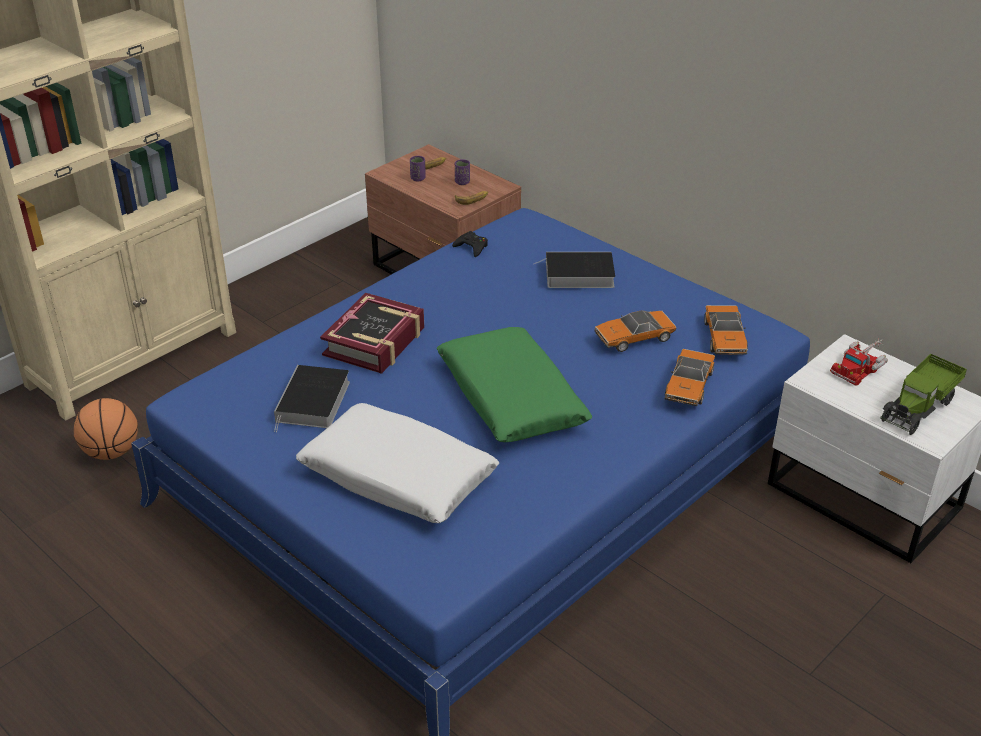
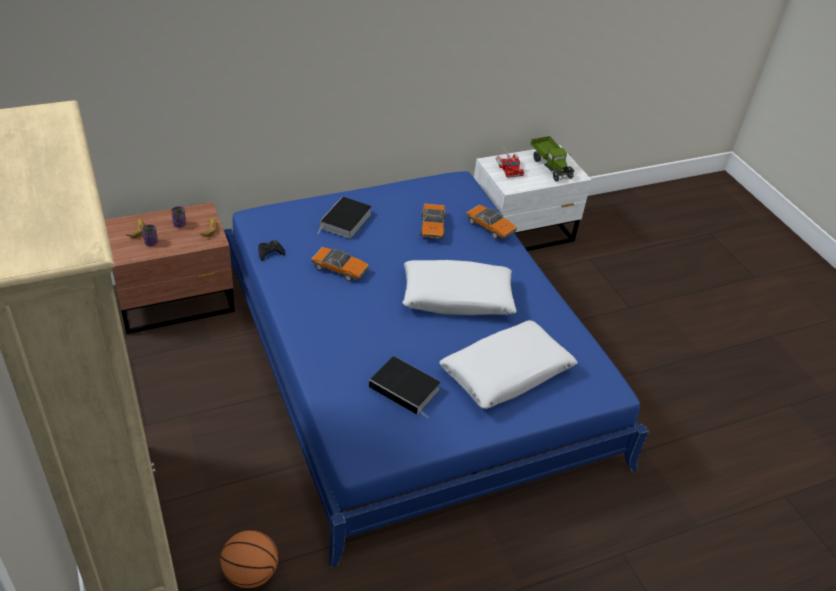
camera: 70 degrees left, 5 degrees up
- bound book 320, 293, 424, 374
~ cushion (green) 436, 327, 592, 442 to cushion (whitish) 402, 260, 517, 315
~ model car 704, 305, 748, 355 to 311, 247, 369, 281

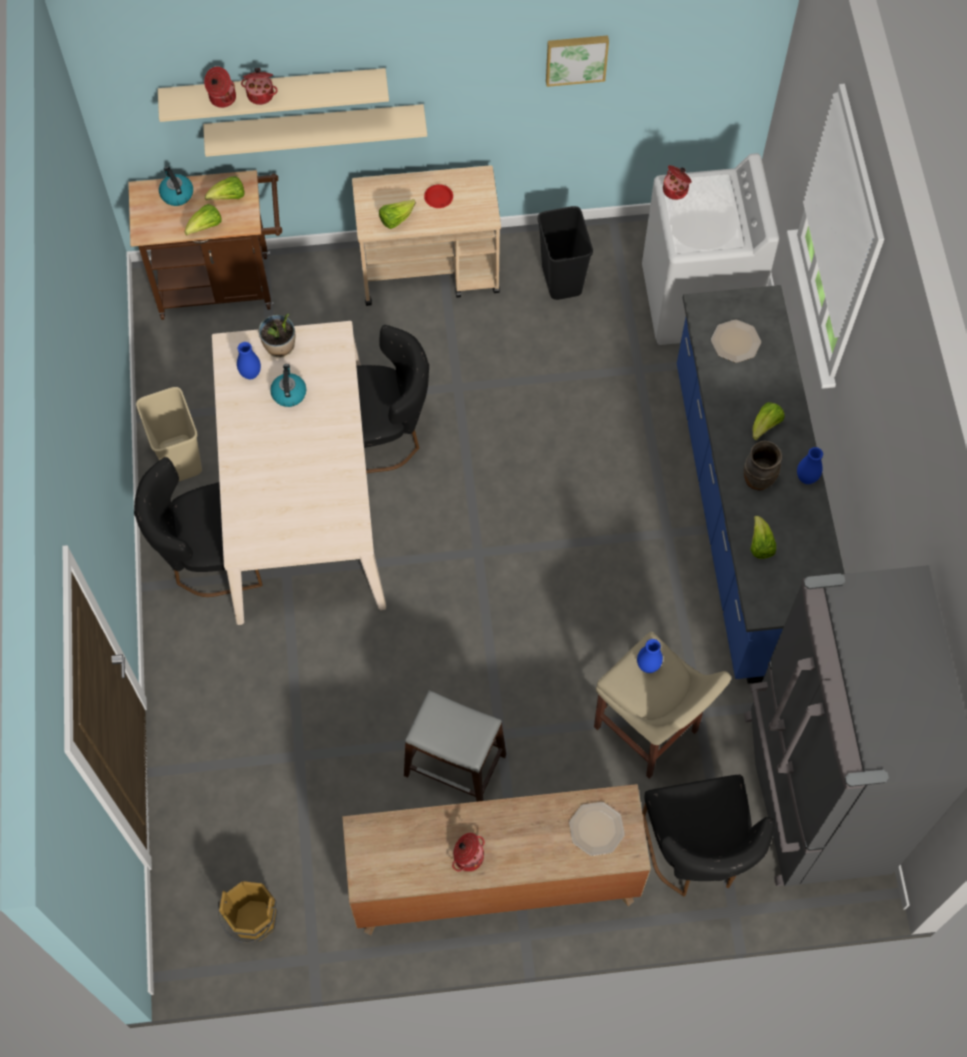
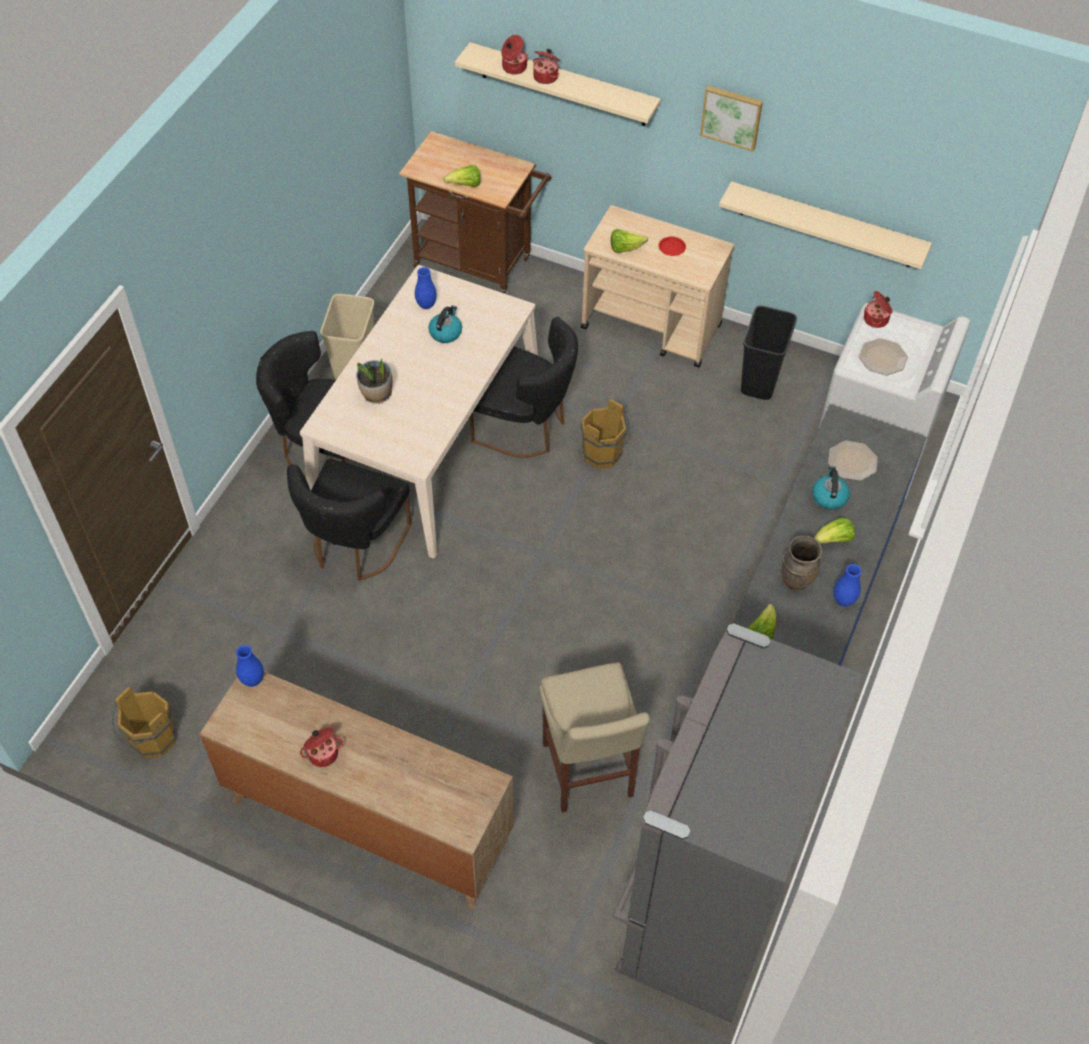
camera: 30 degrees right, 10 degrees down
~ kettle 159, 166, 193, 206 to 812, 466, 850, 510
~ shelf (sand-coloured) 203, 104, 427, 157 to 719, 181, 932, 269
- lettuce 205, 176, 245, 200
~ potted plant 258, 314, 295, 358 to 356, 359, 392, 404
- stool (greyish) 404, 690, 506, 802
~ wall art 546, 35, 609, 87 to 700, 85, 763, 151
~ flat dish 569, 802, 625, 856 to 859, 338, 908, 375
~ vase (blue) 637, 639, 663, 673 to 236, 645, 264, 687
~ chair (black) 642, 775, 775, 897 to 287, 459, 411, 581
+ water bucket (brown) 580, 399, 631, 469

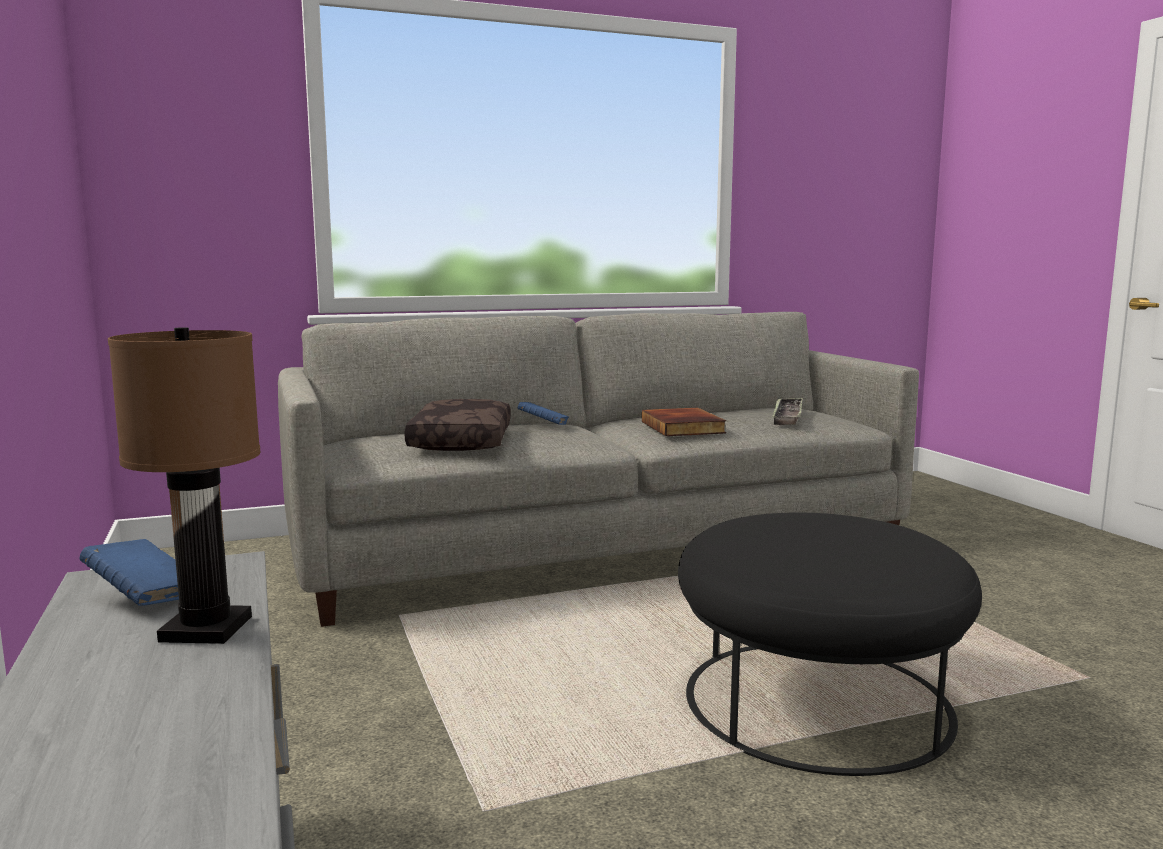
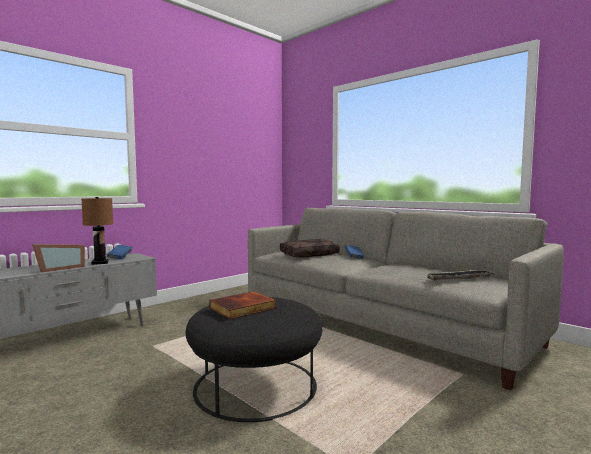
camera: 65 degrees right, 5 degrees down
~ bound book 642, 408, 726, 436 to 209, 291, 276, 319
+ photo frame 32, 244, 85, 272

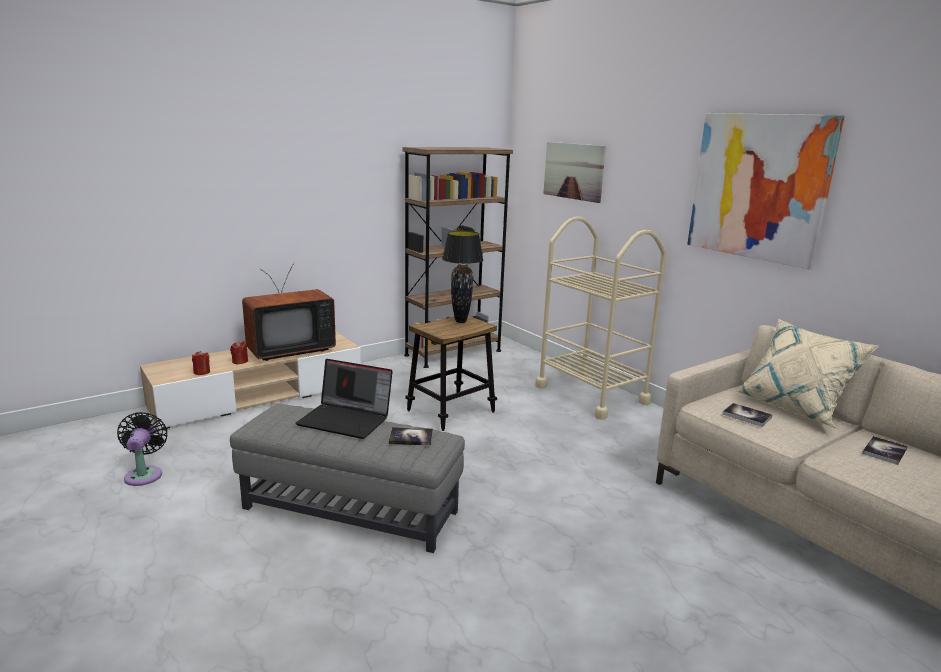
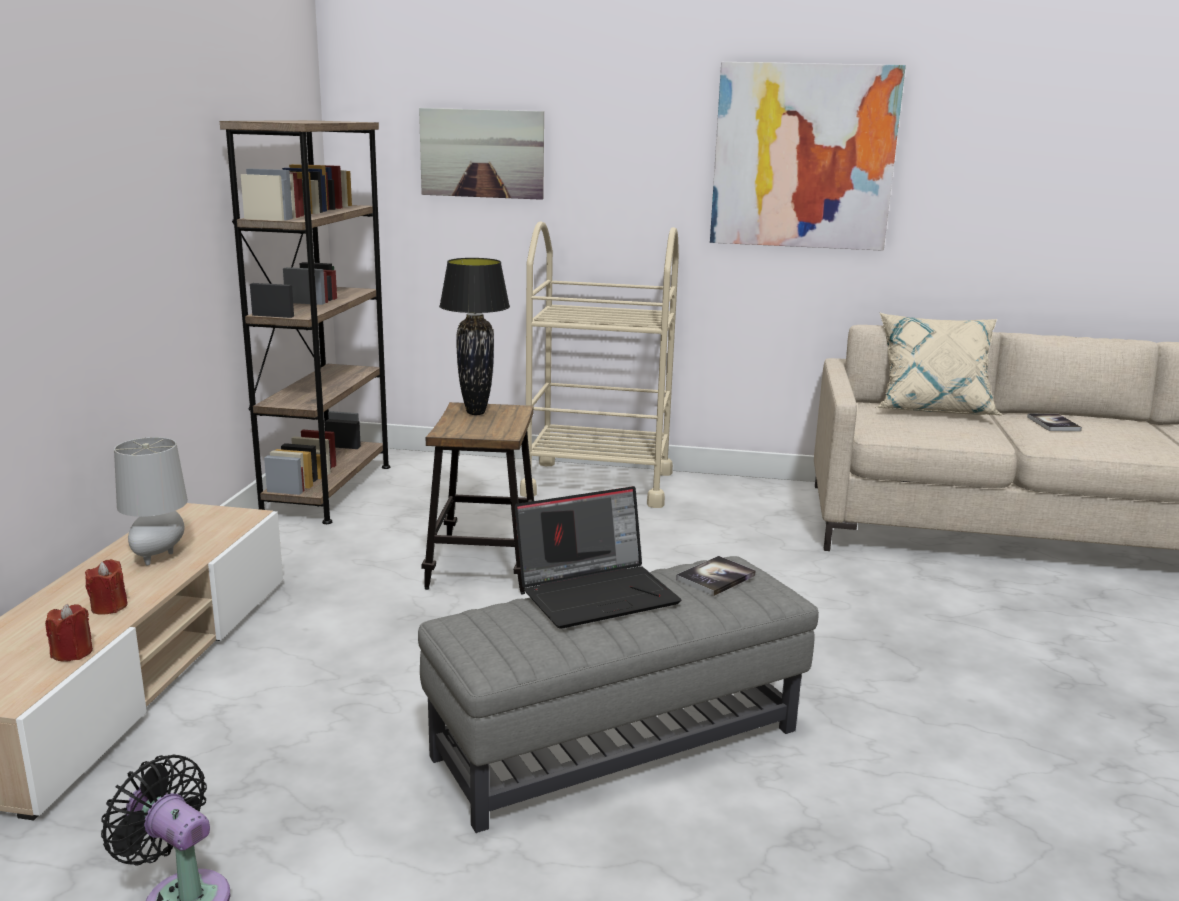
camera: 45 degrees left, 0 degrees up
~ television 242, 262, 336, 361 to lamp for a table (greyish) 114, 437, 188, 566
- bound book 722, 403, 772, 427

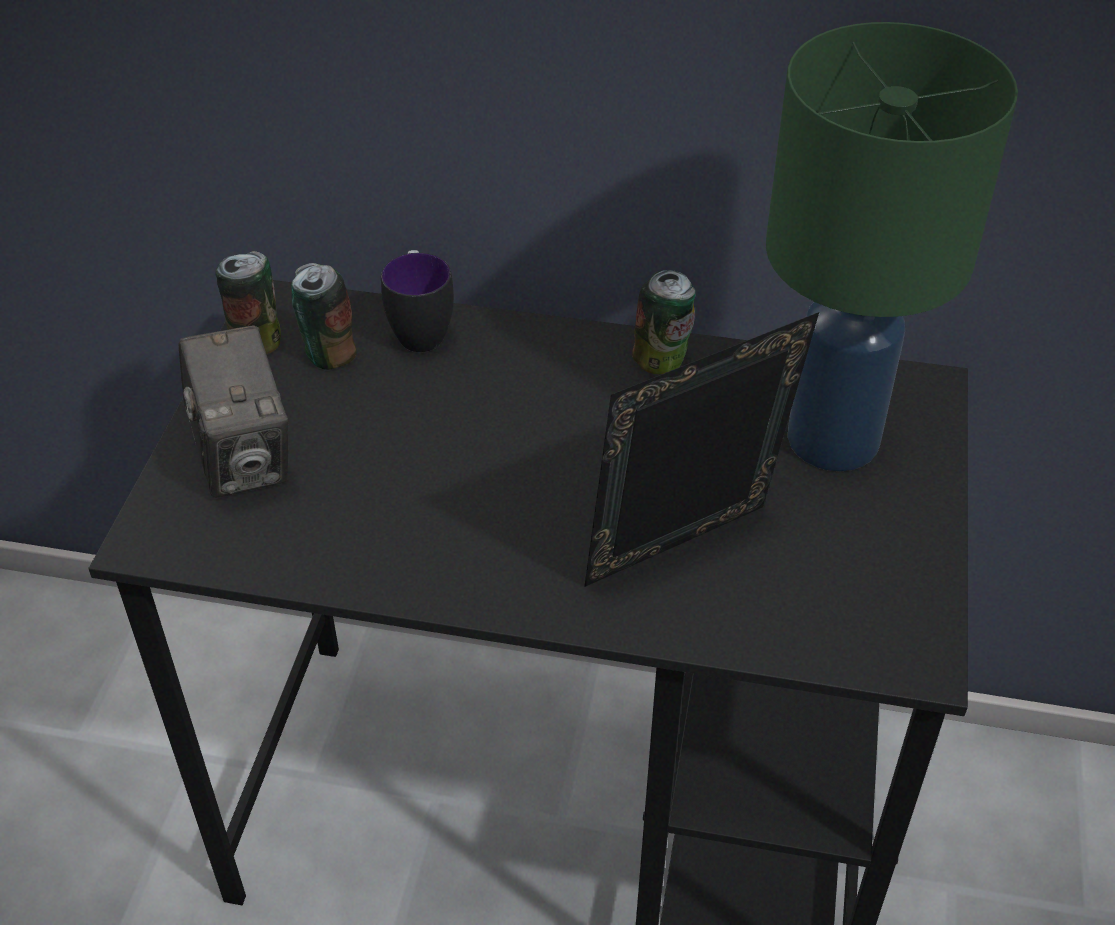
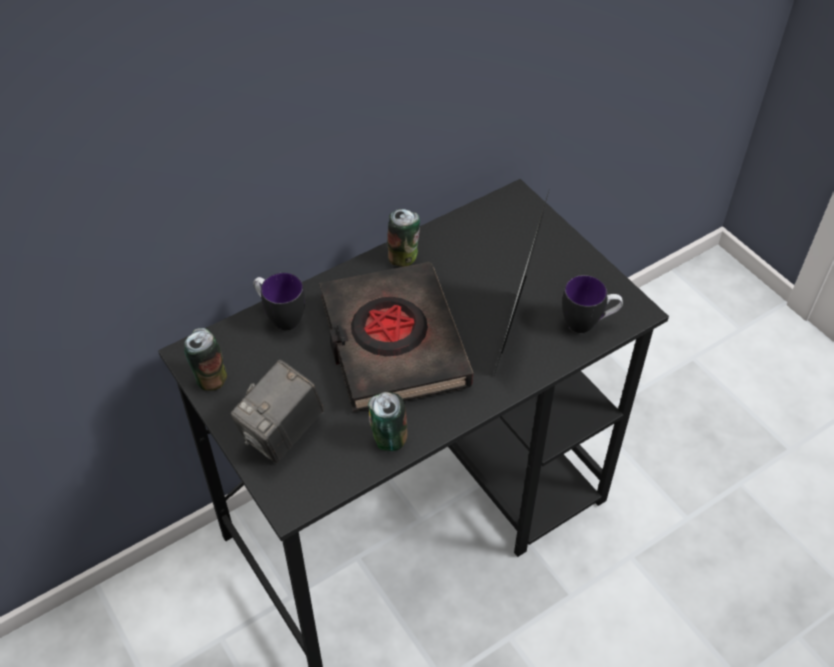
camera: 45 degrees left, 5 degrees up
~ photo camera 178, 325, 288, 498 = 230, 360, 324, 463 105 degrees clockwise
~ can 291, 263, 357, 370 to 368, 392, 407, 451
- lamp for a table (green) 766, 22, 1018, 471
+ bound book (black) 320, 262, 473, 412
+ tea mug 562, 275, 623, 333

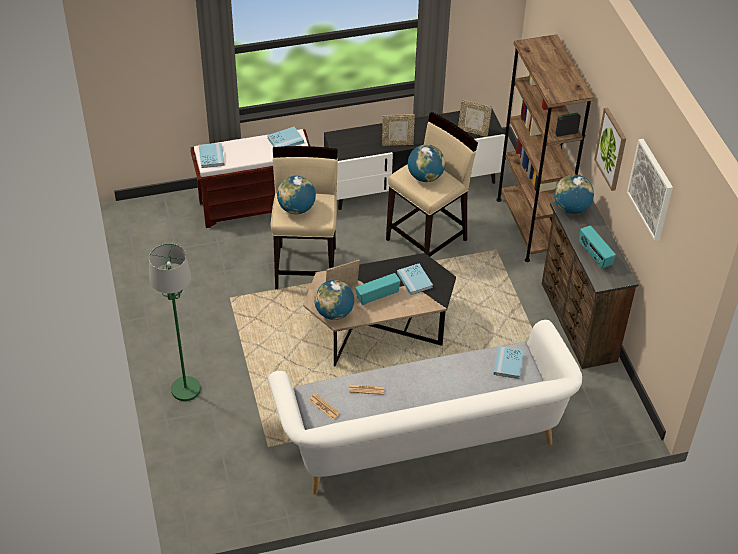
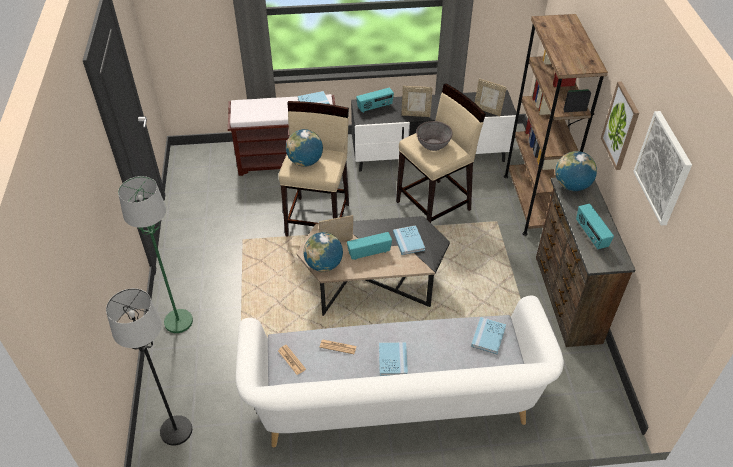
camera: 10 degrees right, 0 degrees up
~ bound book (blue) 199, 143, 225, 168 to 379, 342, 408, 376
~ desk globe 408, 144, 445, 182 to deep dish (greyish) 416, 121, 453, 151
+ standing lamp (black) 106, 288, 192, 446
+ radio 356, 87, 394, 113

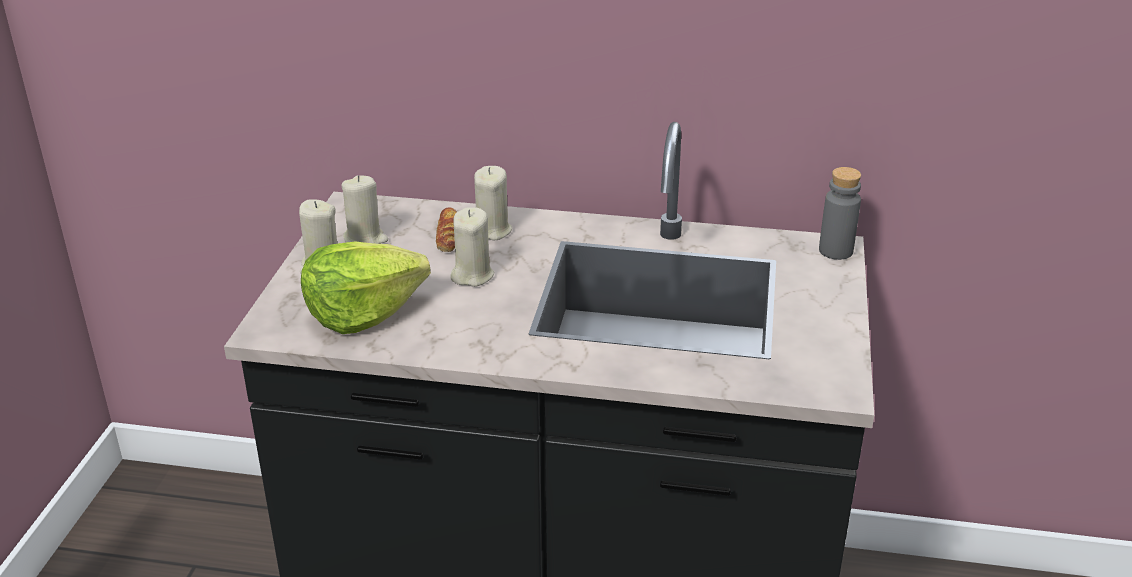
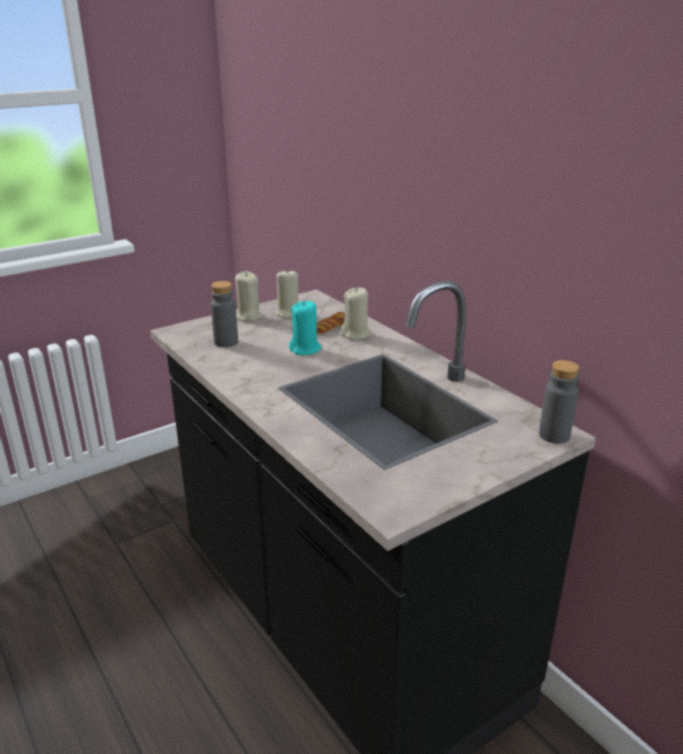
camera: 45 degrees right, 5 degrees down
~ lettuce 301, 241, 431, 334 to drink bottle (greyish) 211, 281, 238, 347
~ wax candle (sand-coloured) 450, 207, 494, 287 to wax candle (turquoise) 289, 301, 322, 355

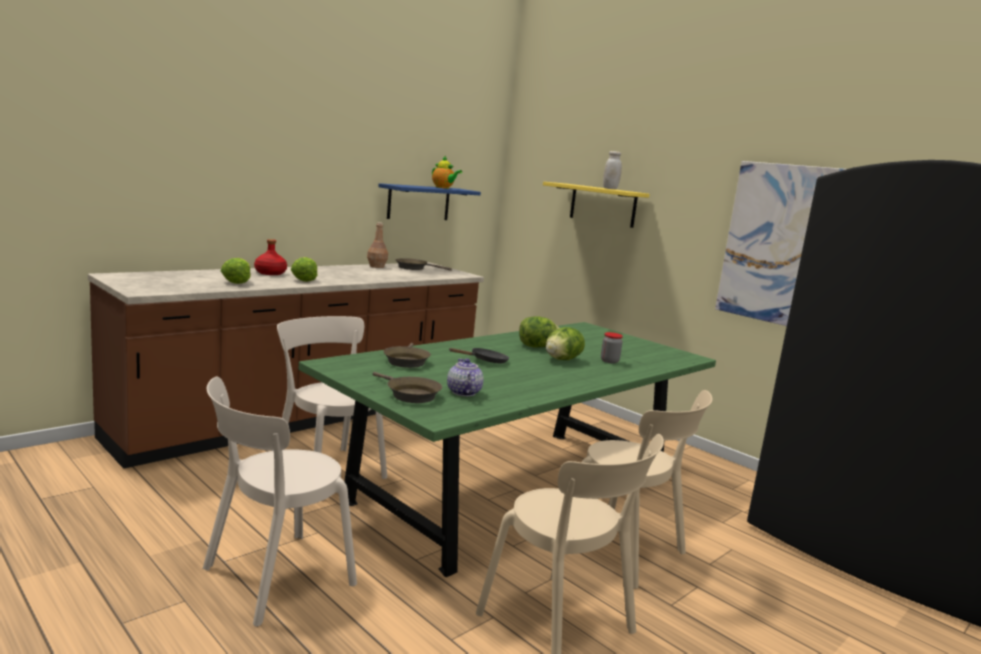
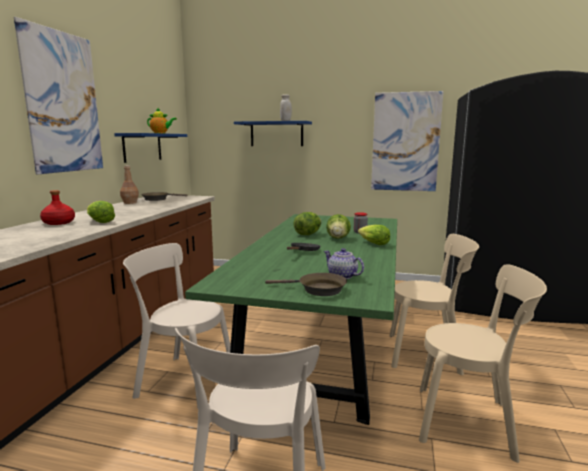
camera: 30 degrees left, 0 degrees up
~ lettuce 221, 258, 251, 284 to 358, 225, 390, 245
- skillet (brown) 383, 343, 431, 368
~ shelf (yellow) 543, 182, 650, 228 to shelf (blue) 234, 121, 312, 146
+ wall art 14, 17, 103, 174

